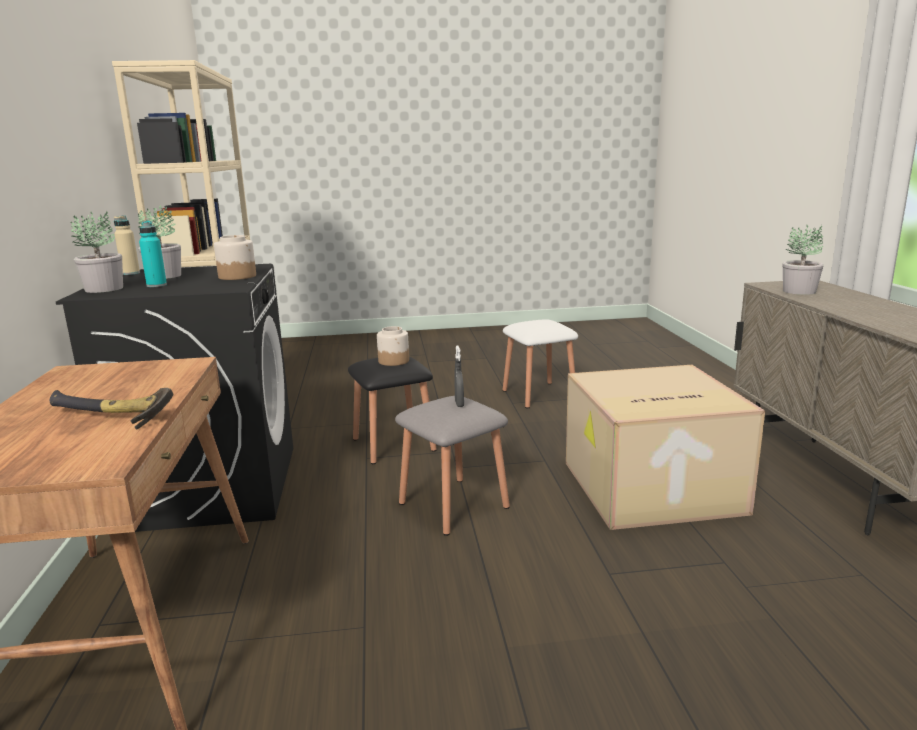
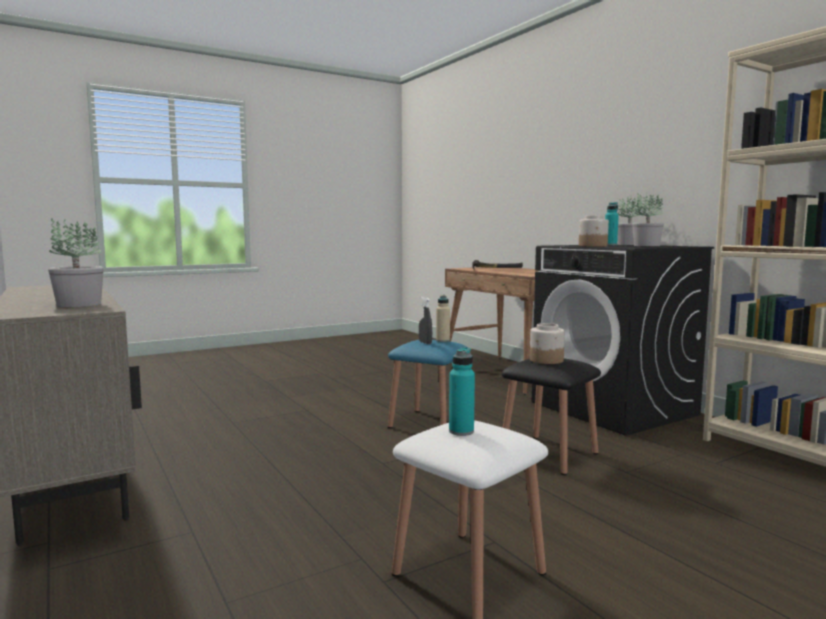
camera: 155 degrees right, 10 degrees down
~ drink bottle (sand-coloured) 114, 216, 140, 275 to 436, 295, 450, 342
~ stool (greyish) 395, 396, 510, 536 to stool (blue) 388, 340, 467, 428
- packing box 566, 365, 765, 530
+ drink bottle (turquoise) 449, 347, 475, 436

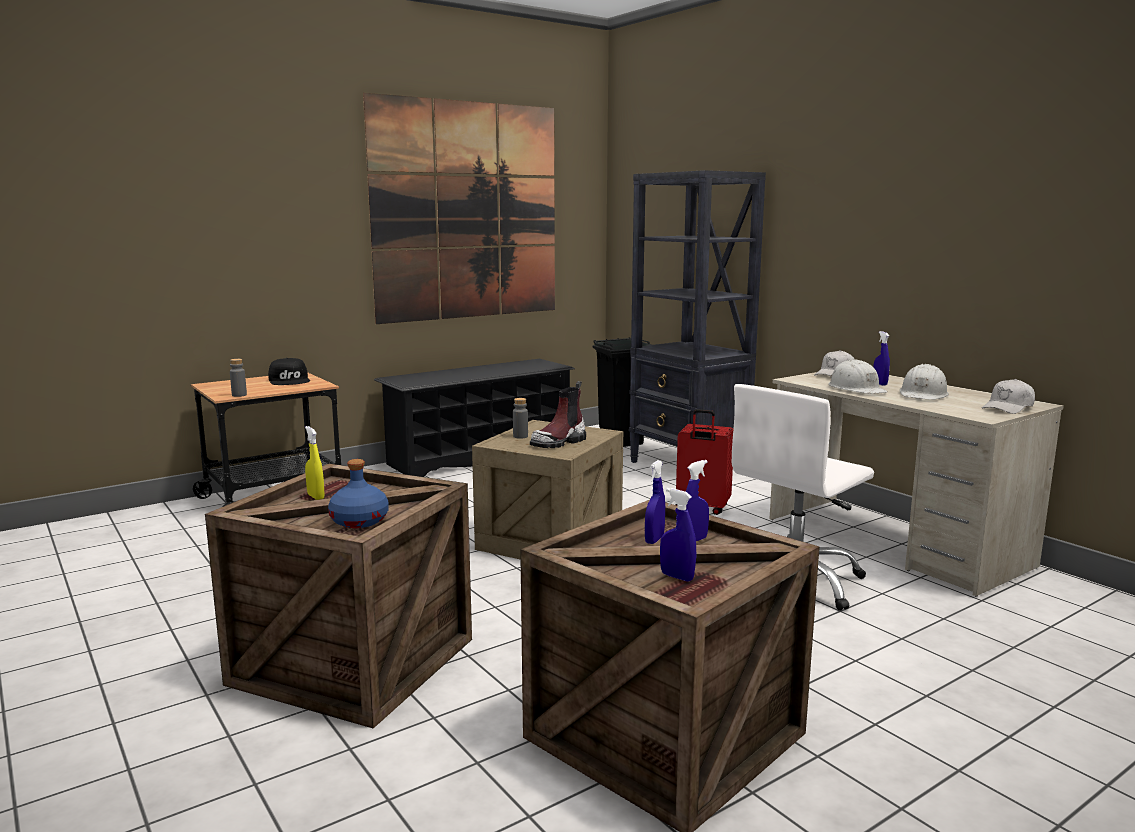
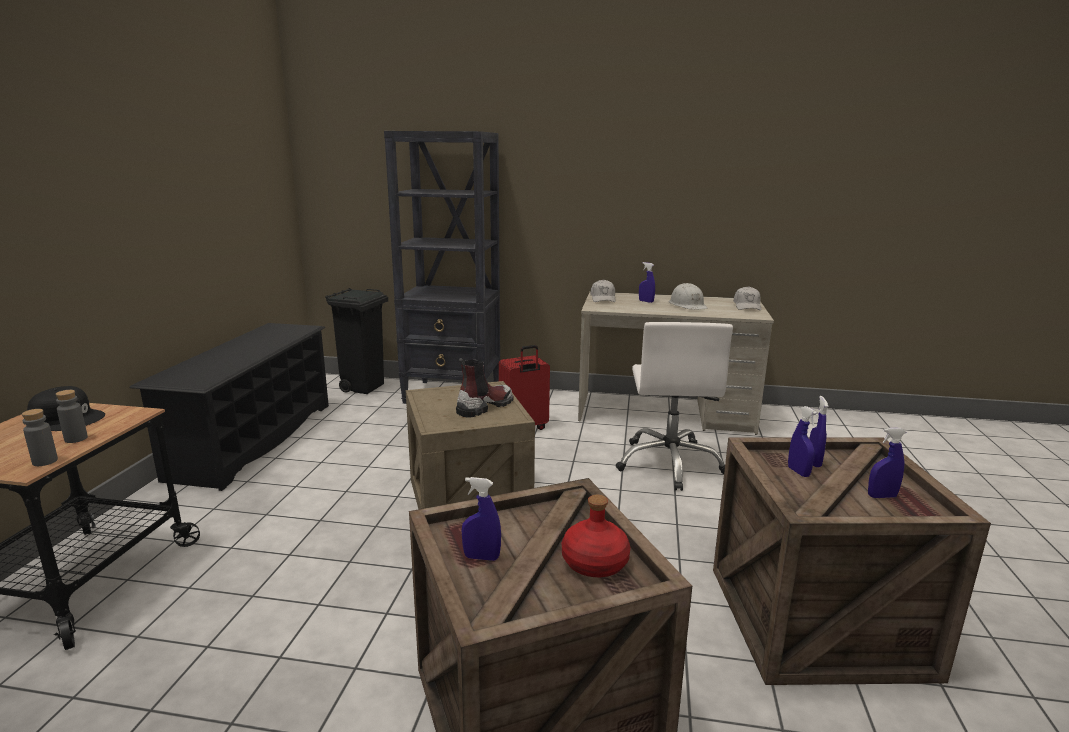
camera: 45 degrees left, 5 degrees up
~ spray bottle (yellow) 305, 426, 324, 500 to spray bottle (blue) 462, 477, 501, 561
~ drink bottle (blue) 328, 459, 388, 528 to drink bottle (red-coloured) 562, 495, 631, 577
- wall art 363, 93, 555, 324
~ drink bottle (greyish) 513, 398, 528, 439 to 55, 390, 88, 443
~ tall boot 530, 381, 586, 448 = 456, 358, 514, 418 135 degrees counterclockwise
- safety helmet (whitish) 828, 359, 888, 394

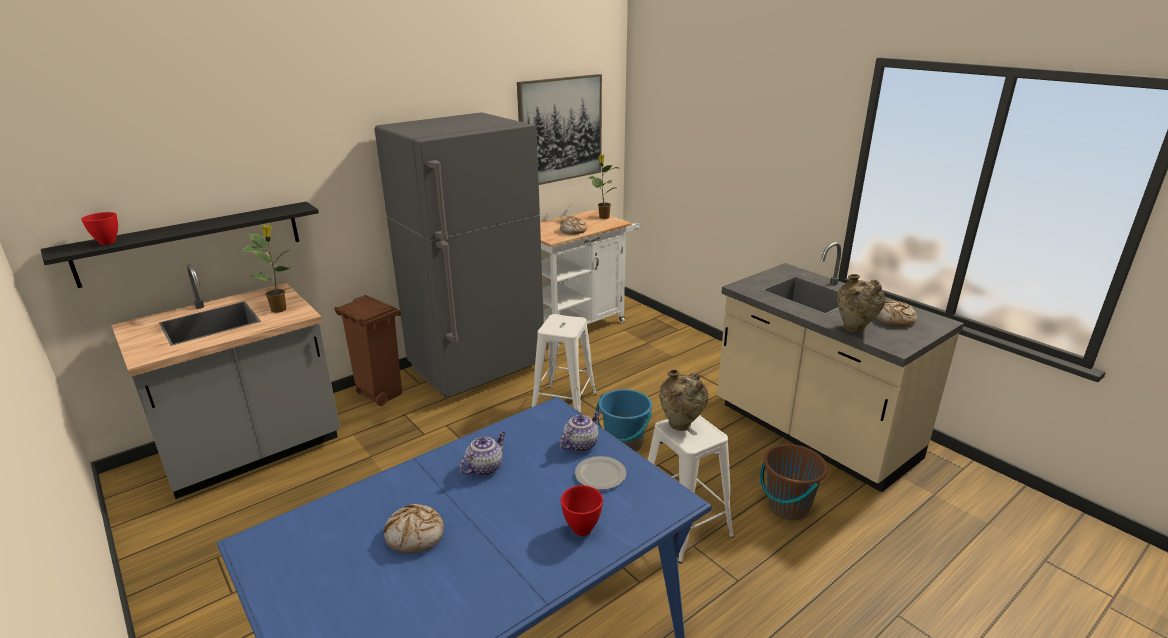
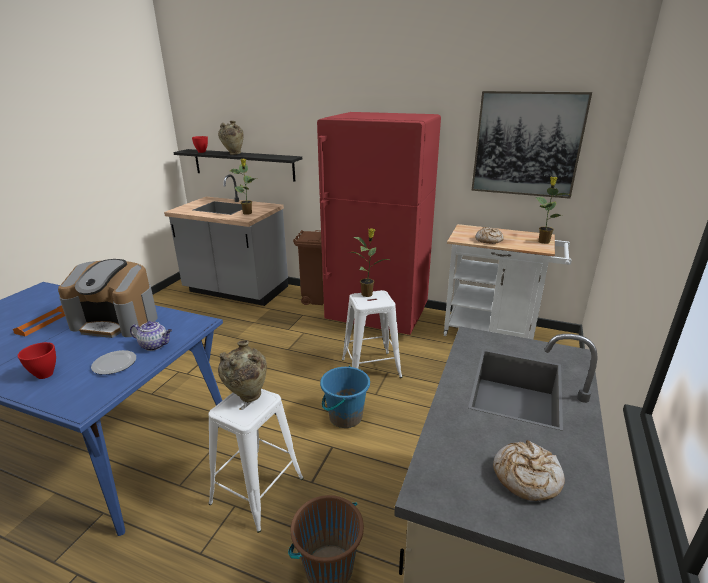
camera: 60 degrees right, 0 degrees up
~ fridge (greyish) 375, 112, 545, 397 to fridge (red-coloured) 317, 112, 441, 335
~ bread 384, 504, 444, 554 to tray (orange) 13, 305, 65, 336
~ pot for tea 460, 432, 506, 476 to coffee maker 58, 259, 158, 338
~ vase (sand-coloured) 837, 274, 885, 333 to 218, 121, 244, 155
+ potted plant 348, 228, 389, 297

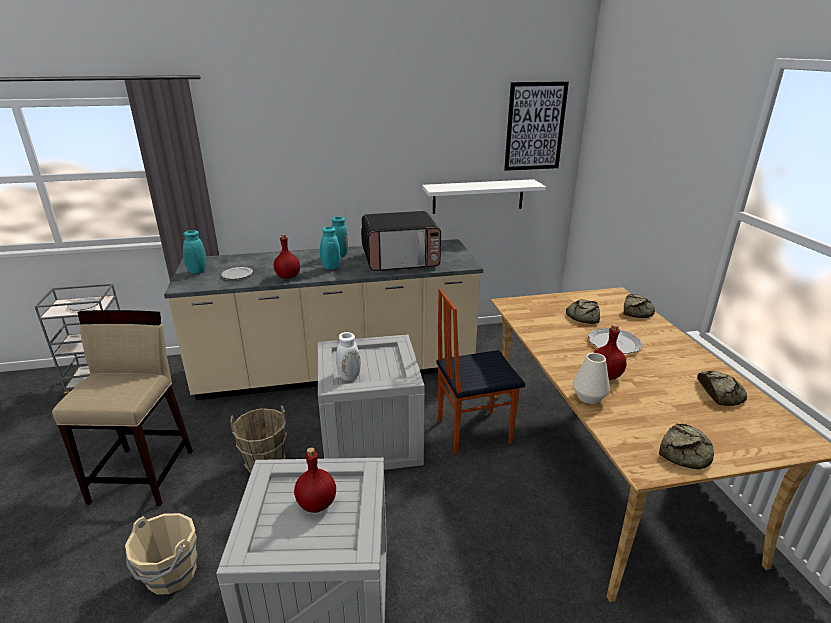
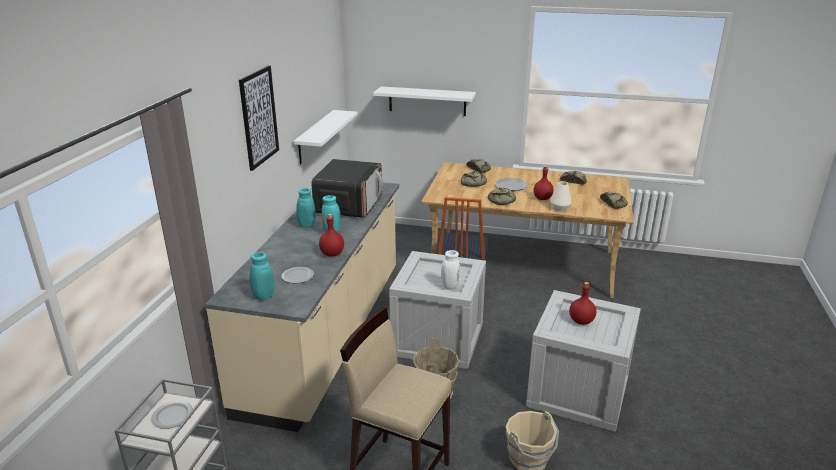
camera: 65 degrees left, 0 degrees up
~ wall art 504, 81, 569, 171 to 239, 65, 279, 171
+ shelf (whitish) 373, 86, 476, 116
+ bread 488, 188, 516, 205

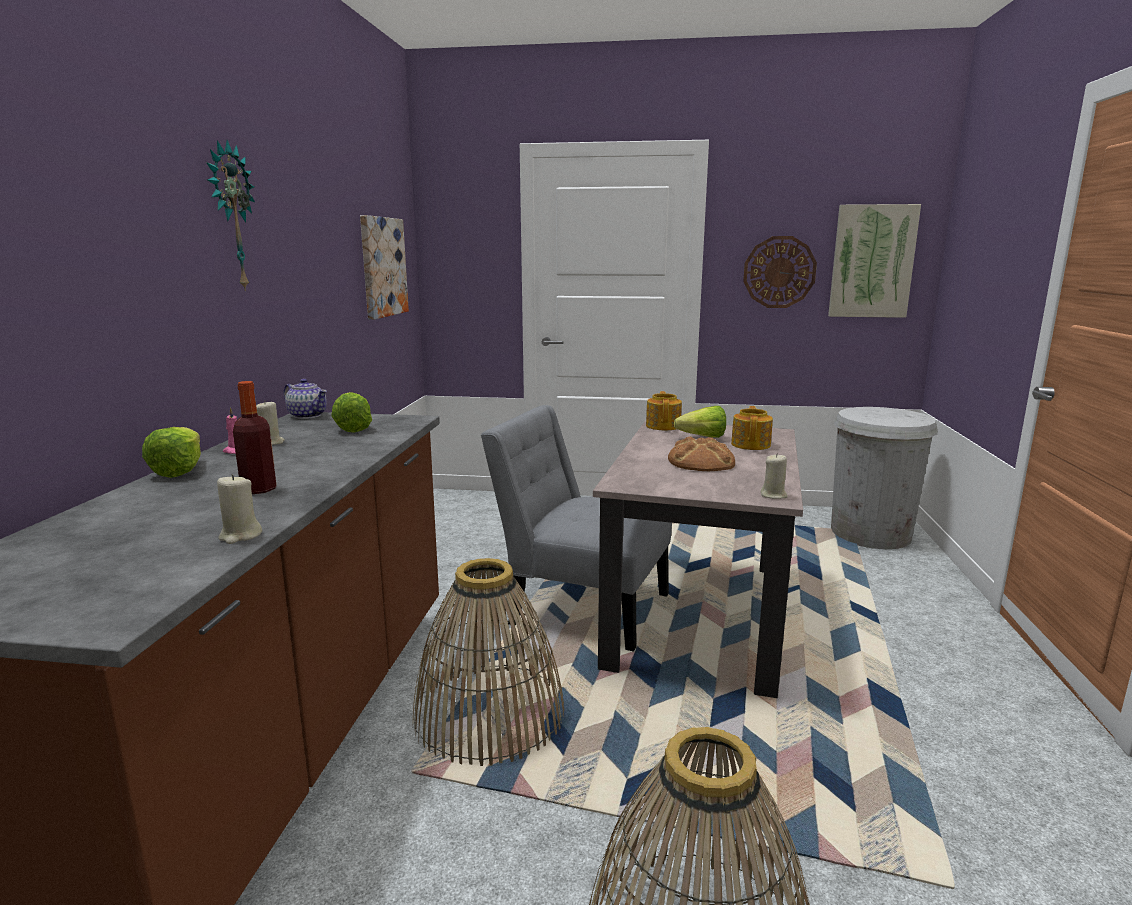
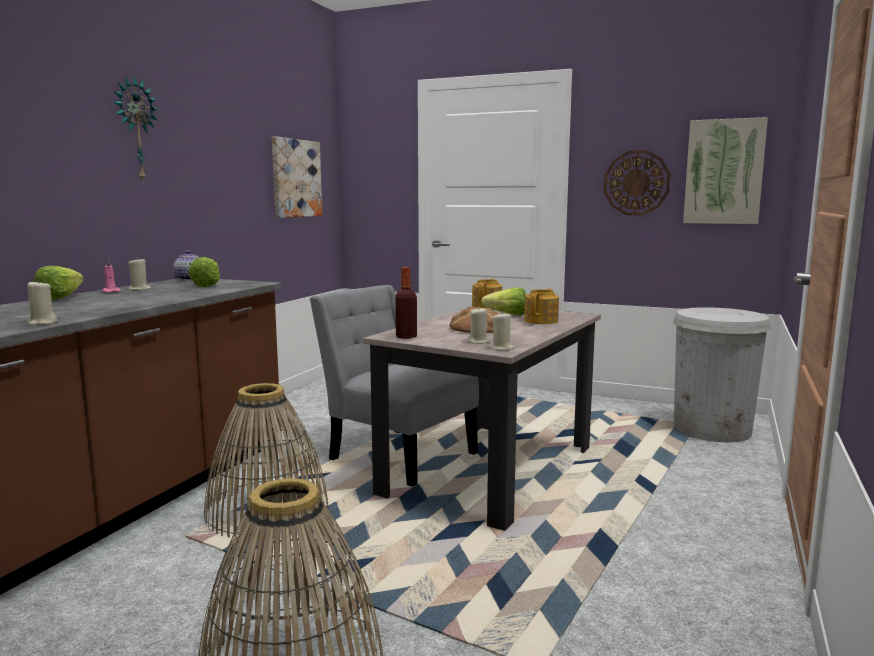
camera: 15 degrees right, 5 degrees down
~ drink bottle 233, 381, 276, 494 to 395, 267, 417, 339
+ wax candle (sand-coloured) 468, 308, 490, 344

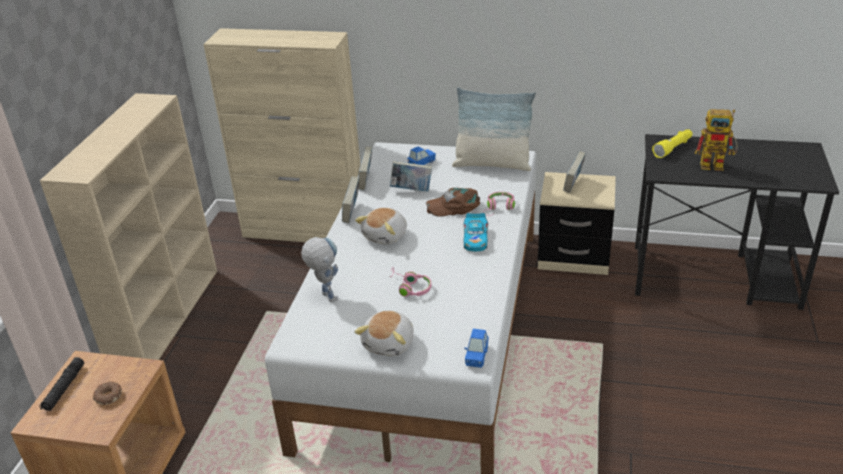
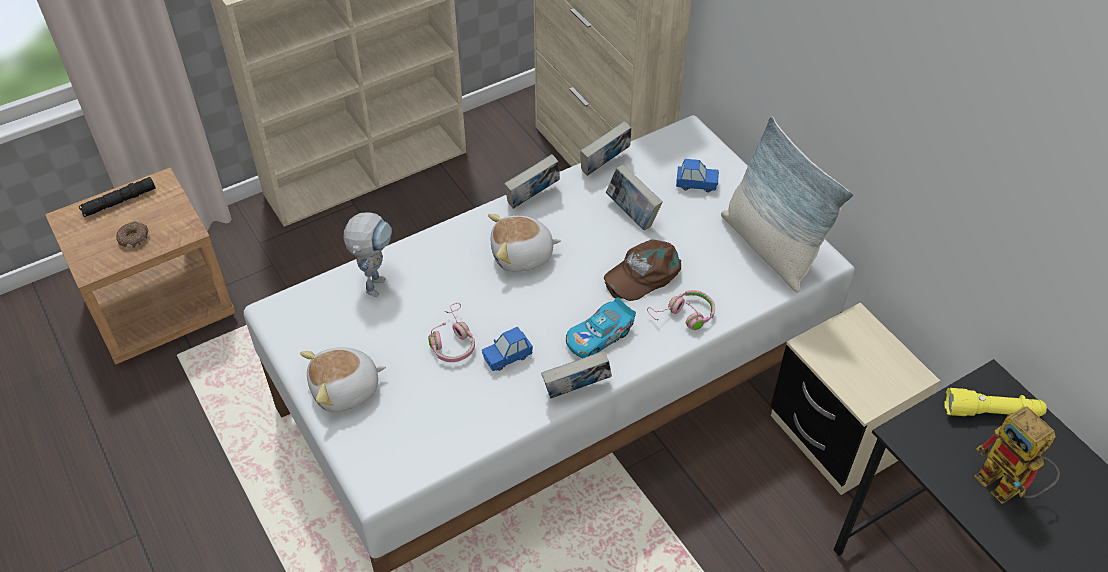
camera: 45 degrees right, 15 degrees up
~ cap (brown) 426, 188, 480, 217 = 604, 240, 681, 301 75 degrees counterclockwise
~ model car (blue) 464, 329, 489, 368 to 482, 327, 533, 371
~ bound book 563, 151, 586, 193 to 541, 350, 612, 399

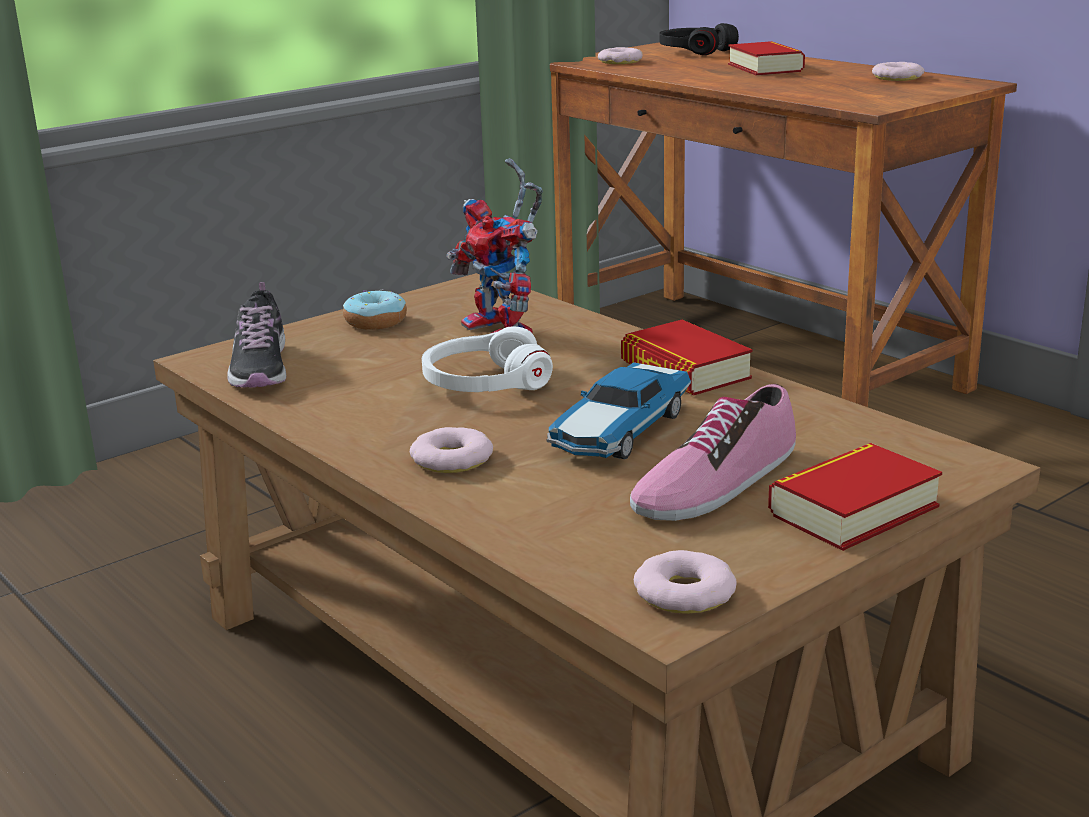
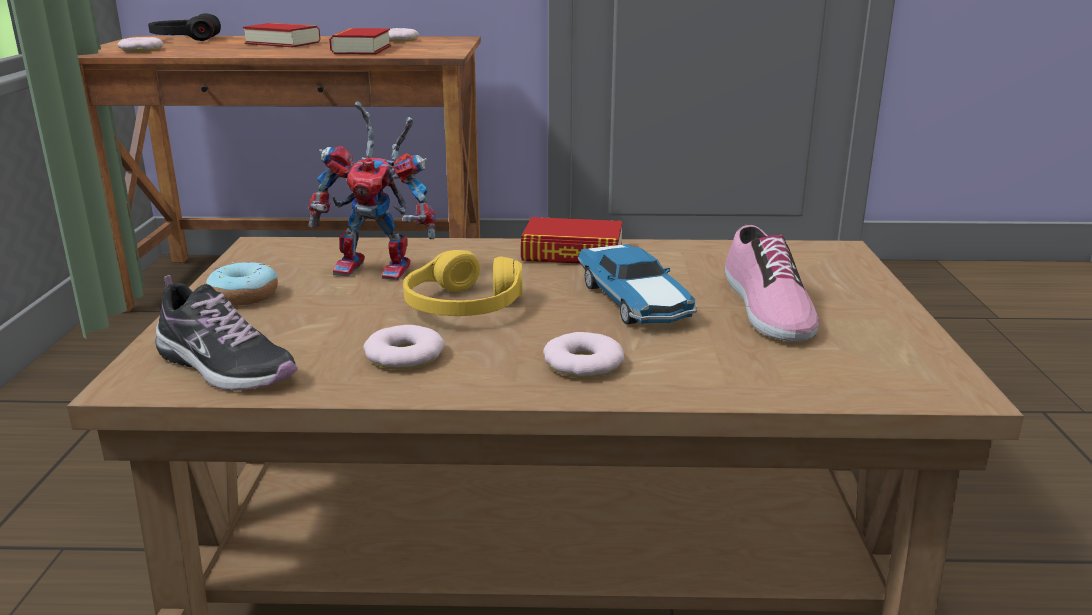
camera: 50 degrees left, 0 degrees up
~ pair of headphones (whitish) 422, 326, 553, 392 to pair of headphones (yellow) 403, 250, 522, 316
~ donut 634, 550, 737, 614 to 363, 325, 445, 370
~ bound book 768, 443, 942, 551 to 329, 28, 391, 55

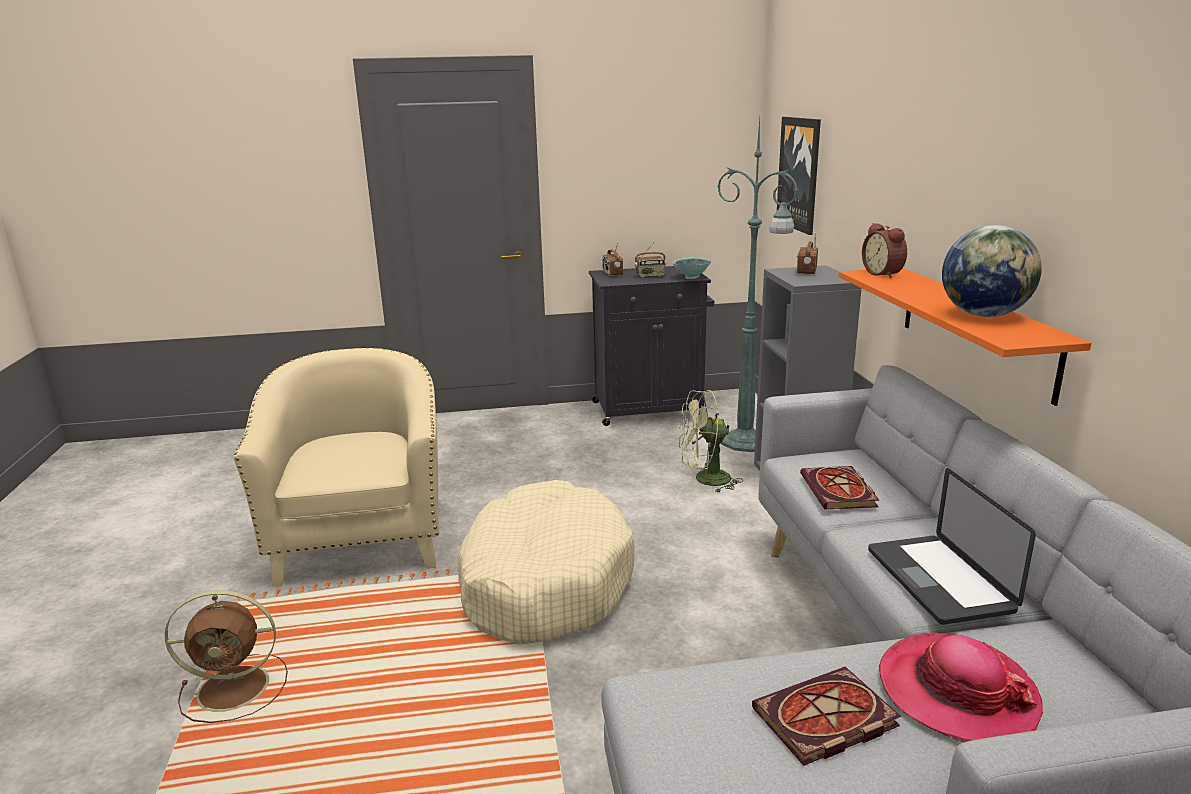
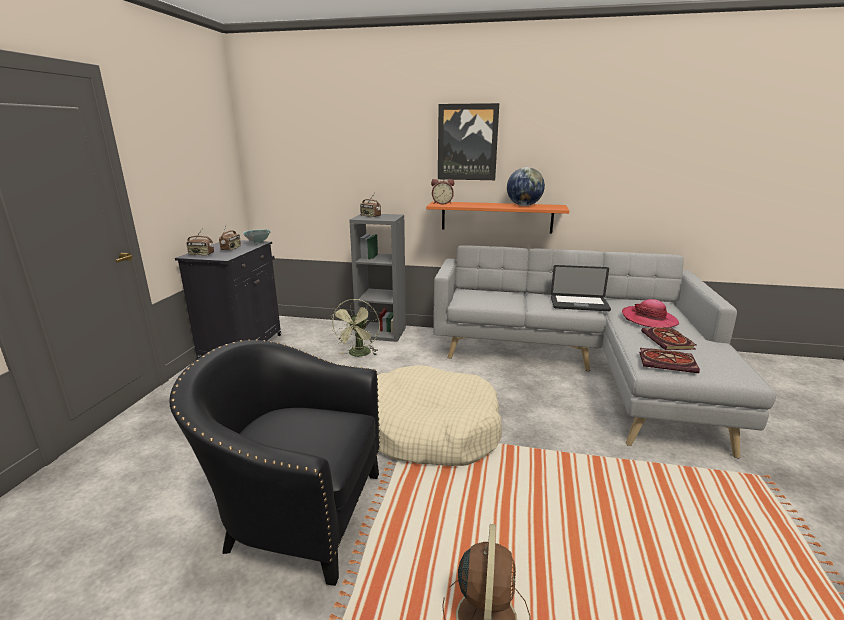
camera: 70 degrees left, 0 degrees up
~ easy chair (sand-coloured) 234, 348, 439, 587 to easy chair (black) 169, 339, 380, 586
- standing lamp (green) 717, 119, 798, 452
~ wall art 777, 117, 821, 235 to 438, 103, 499, 180
~ bound book 800, 466, 879, 510 to 639, 348, 700, 373

